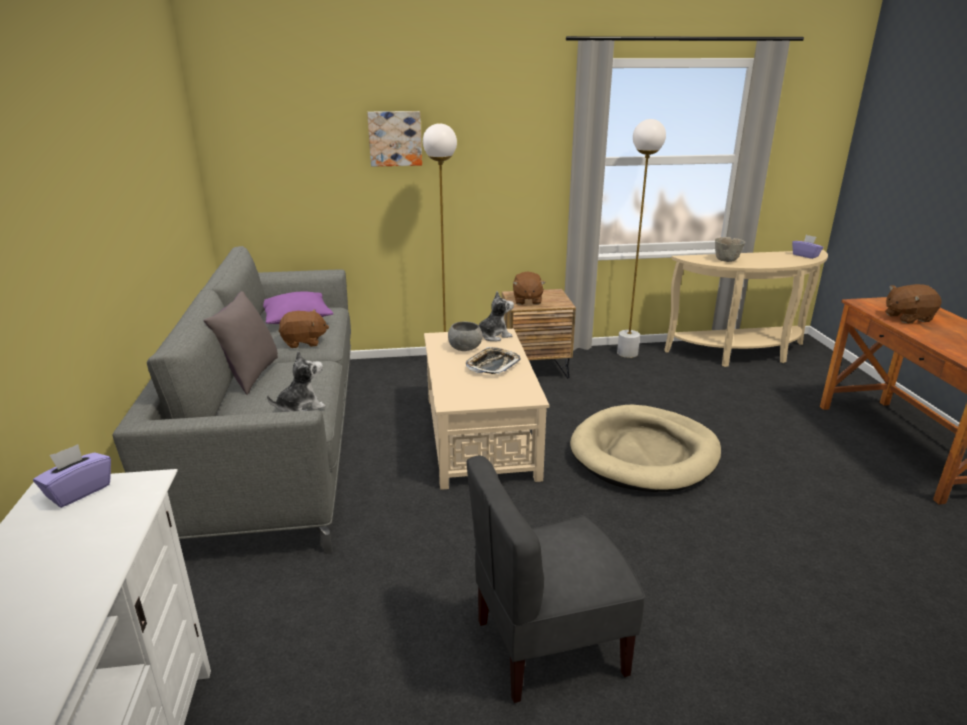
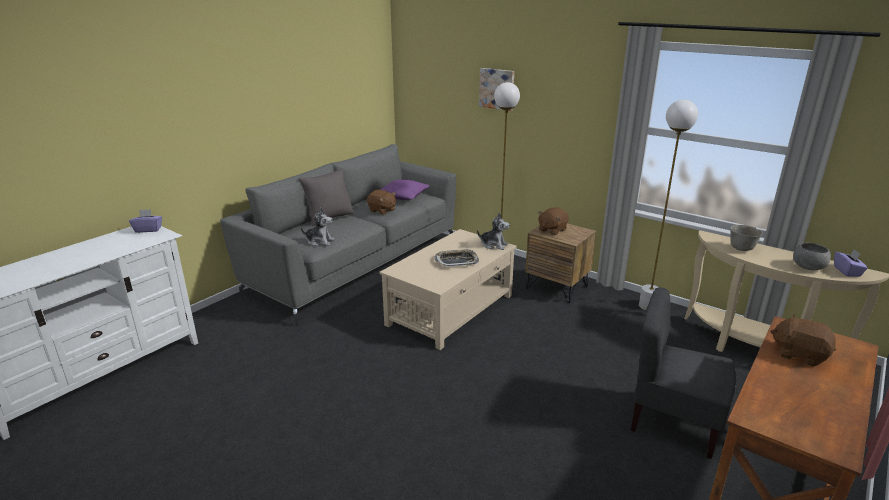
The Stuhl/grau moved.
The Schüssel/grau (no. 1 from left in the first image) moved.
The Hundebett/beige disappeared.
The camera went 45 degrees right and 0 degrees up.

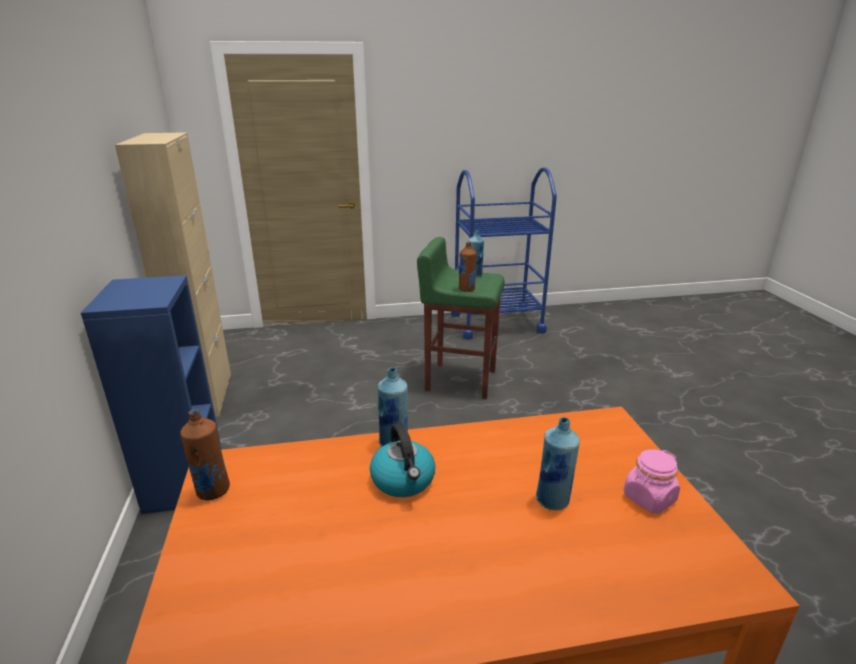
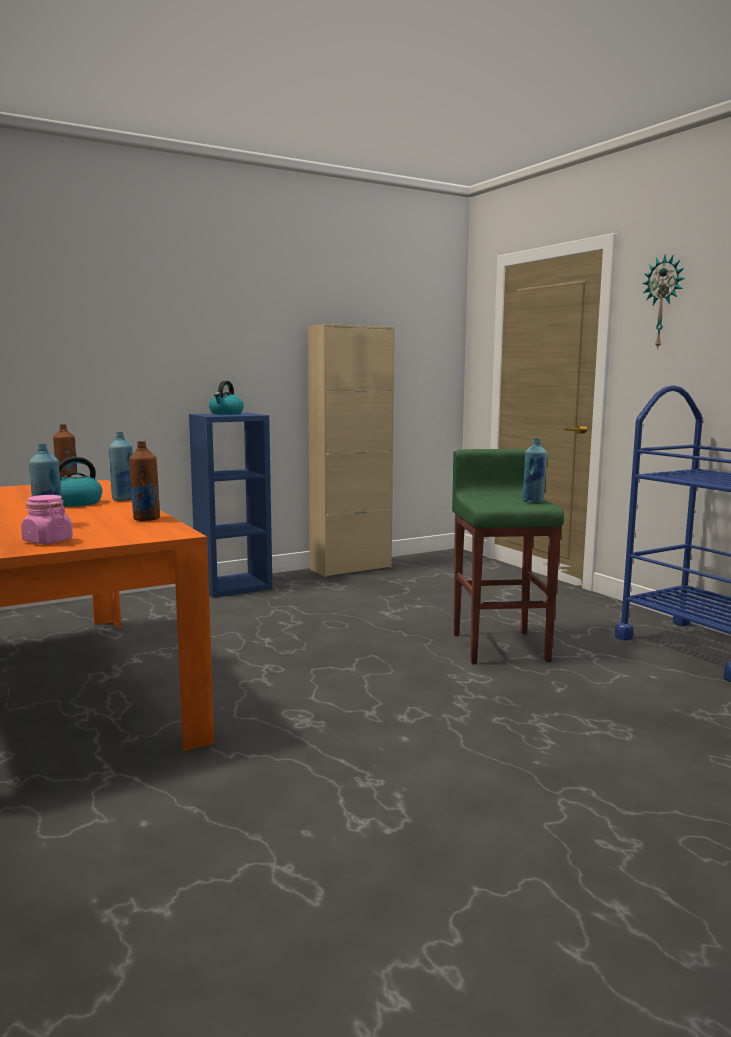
The Flasche/braun (no. 2 from left) moved.
The Wasserkessel (no. 2 from left) appeared.
The Wanduhr appeared.
The camera went 70 degrees right and 15 degrees down.

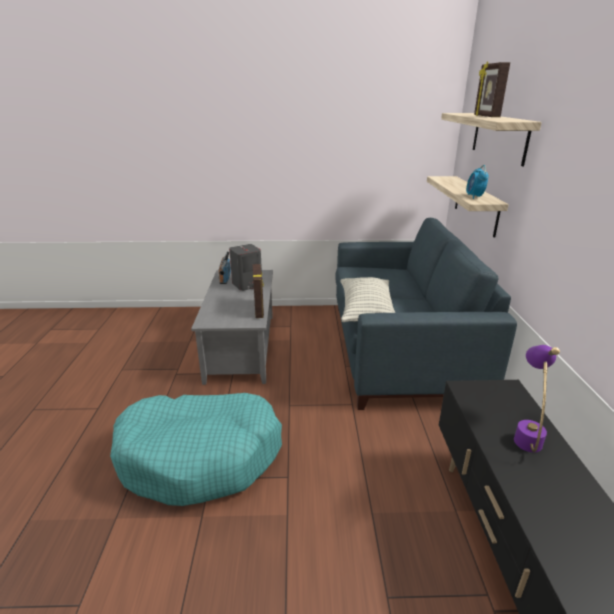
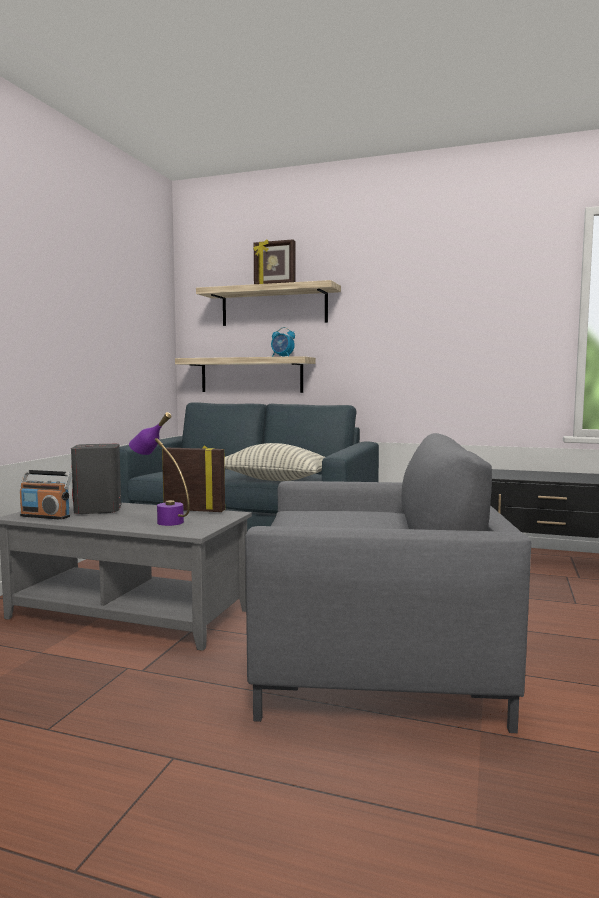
The Tischlampe/lila moved.
The Hundebett/türkis was replaced by the Sessel/grau.
The camera went 70 degrees left and 20 degrees down.

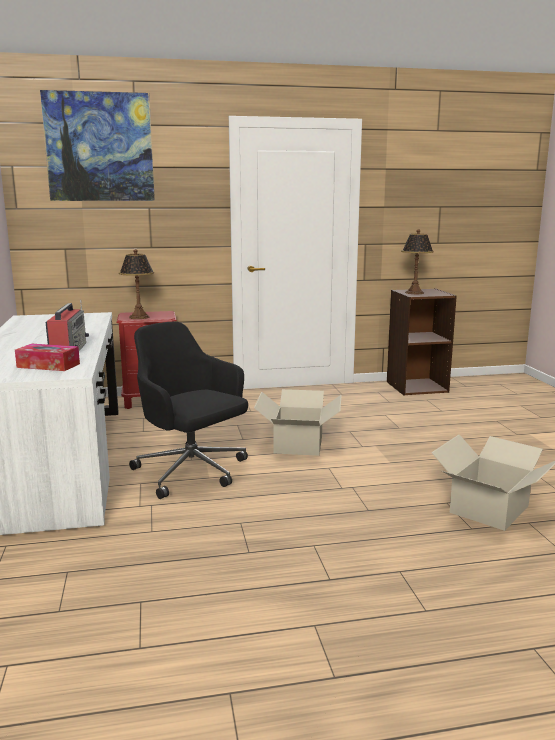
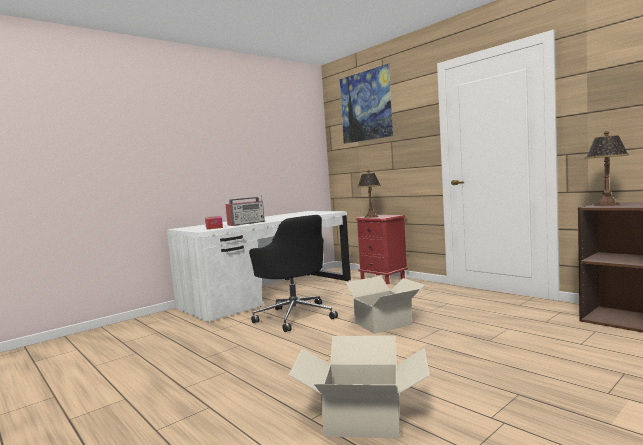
The Bürostuhl/schwarz turned 135 degrees clockwise.
The camera went 60 degrees right and 10 degrees down.

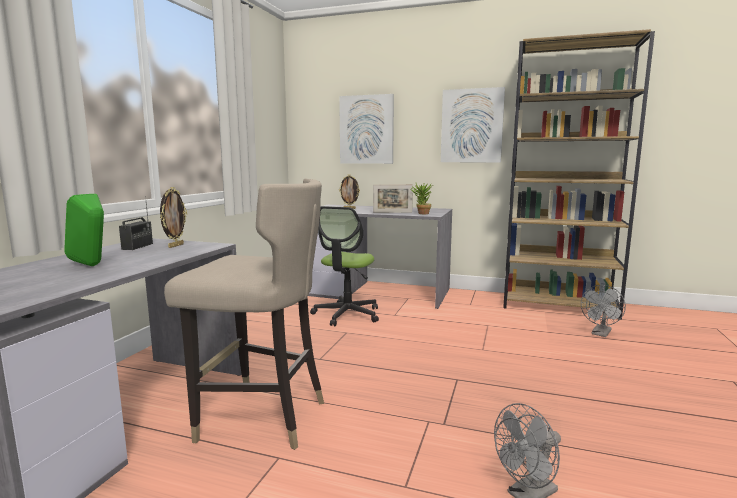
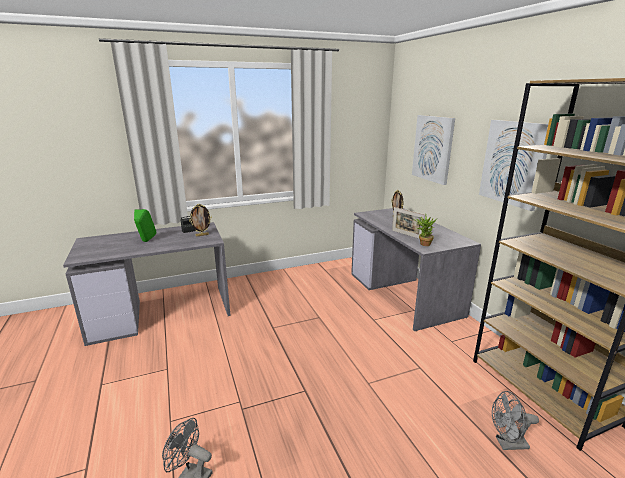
The Hocker/beige disappeared.
The Bürostuhl disappeared.
The camera went 50 degrees right and 10 degrees up.

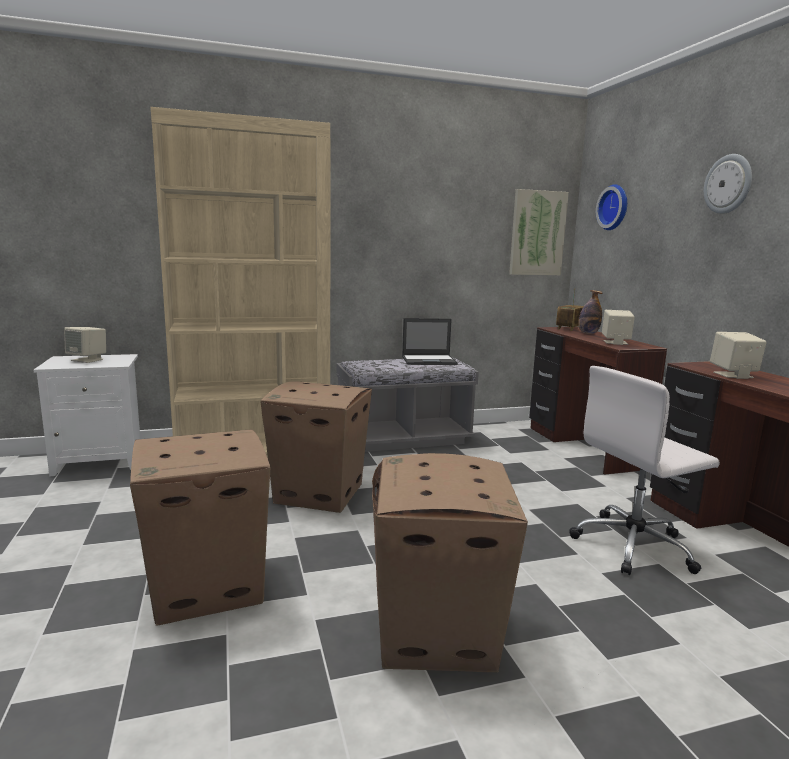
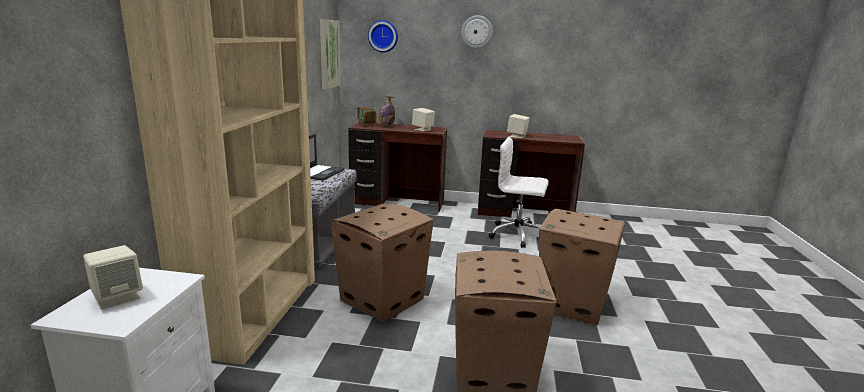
The Bürostuhl/weiß turned 105 degrees clockwise.
The camera went 65 degrees left and 5 degrees up.

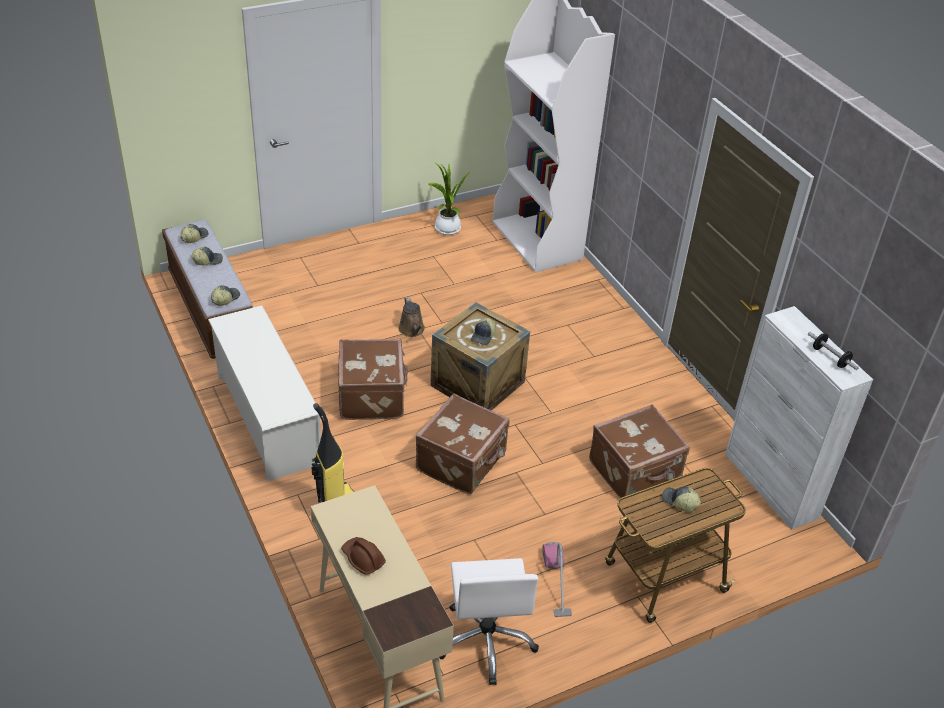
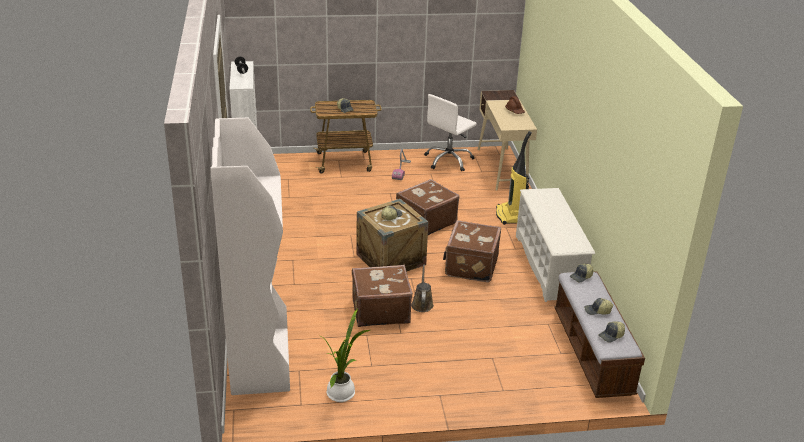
The Koffer/braun (no. 3 from left in the first image) moved.
The Bürostuhl/weiß turned 150 degrees counterclockwise.
The camera went 160 degrees left and 10 degrees down.

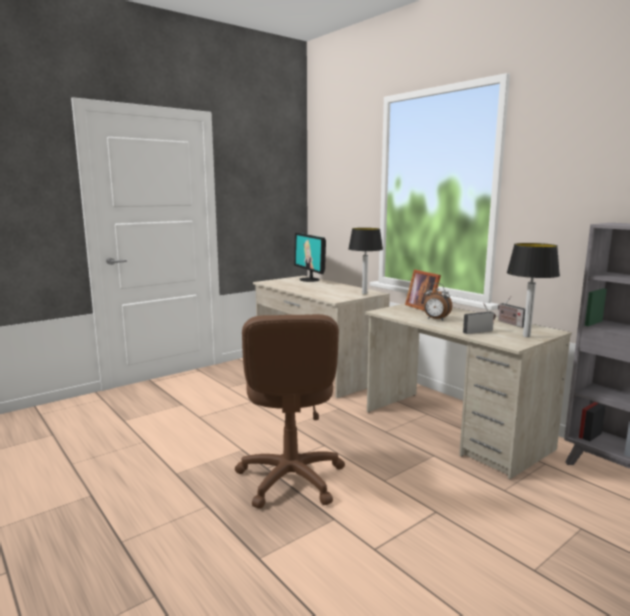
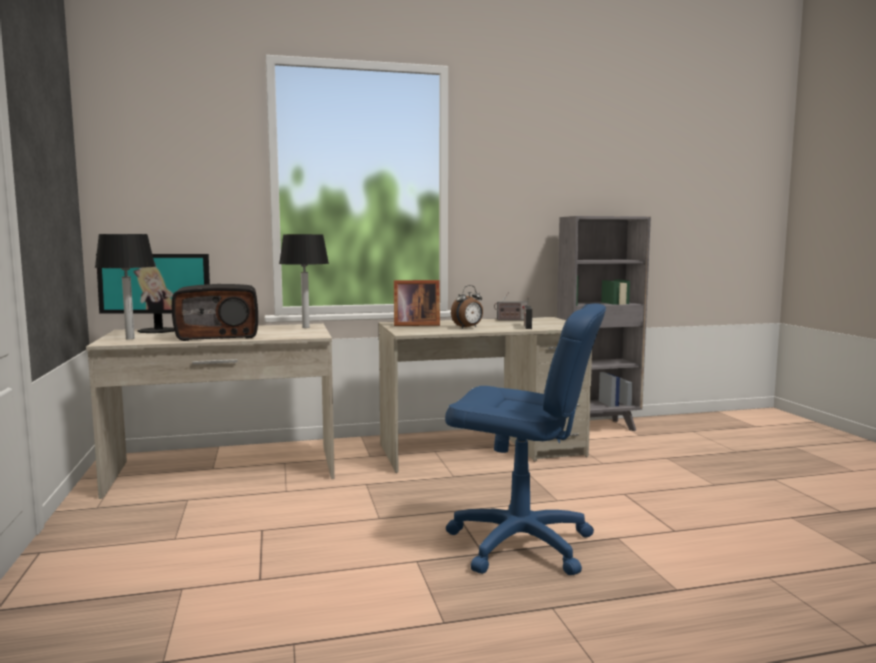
The Tischlampe (no. 2 from left in the first image) moved.
The Radio (no. 1 from left) appeared.
The Bürostuhl/braun became the Bürostuhl/blau.
The camera went 65 degrees left and 5 degrees down.

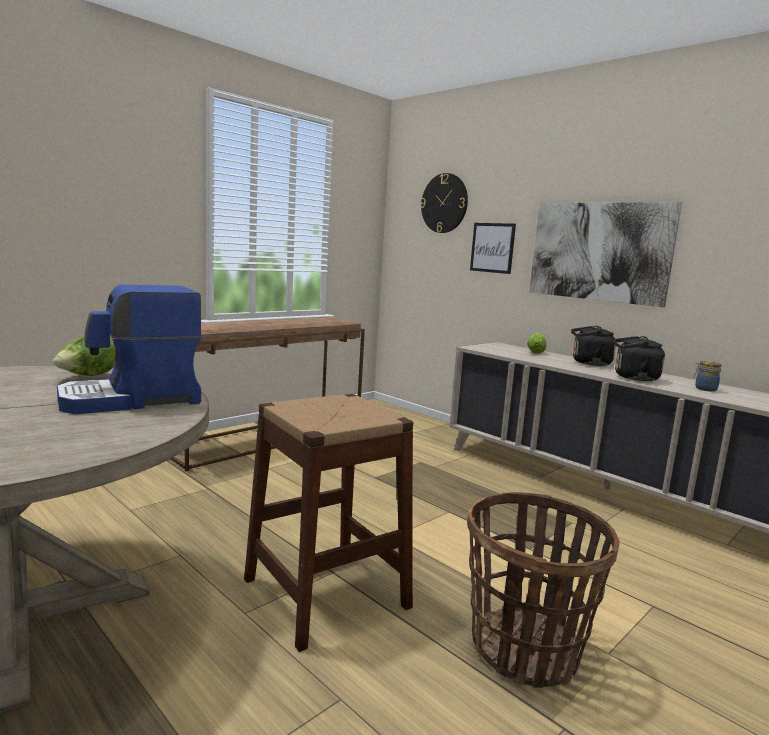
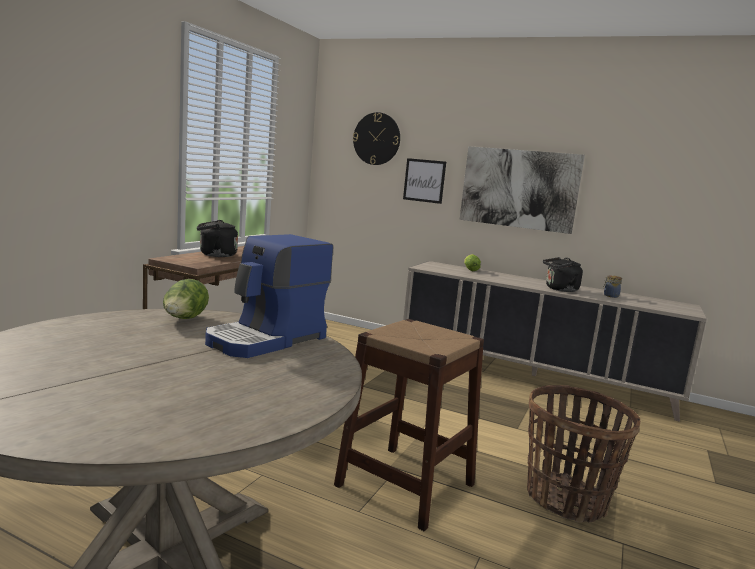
The Wasserkessel/schwarz (no. 1 from left) moved.
The camera went 20 degrees left and 0 degrees up.

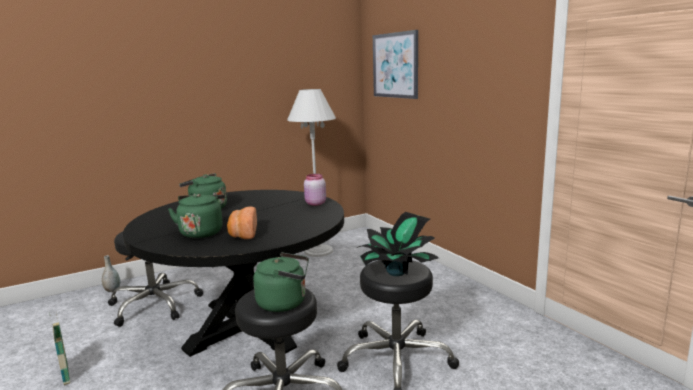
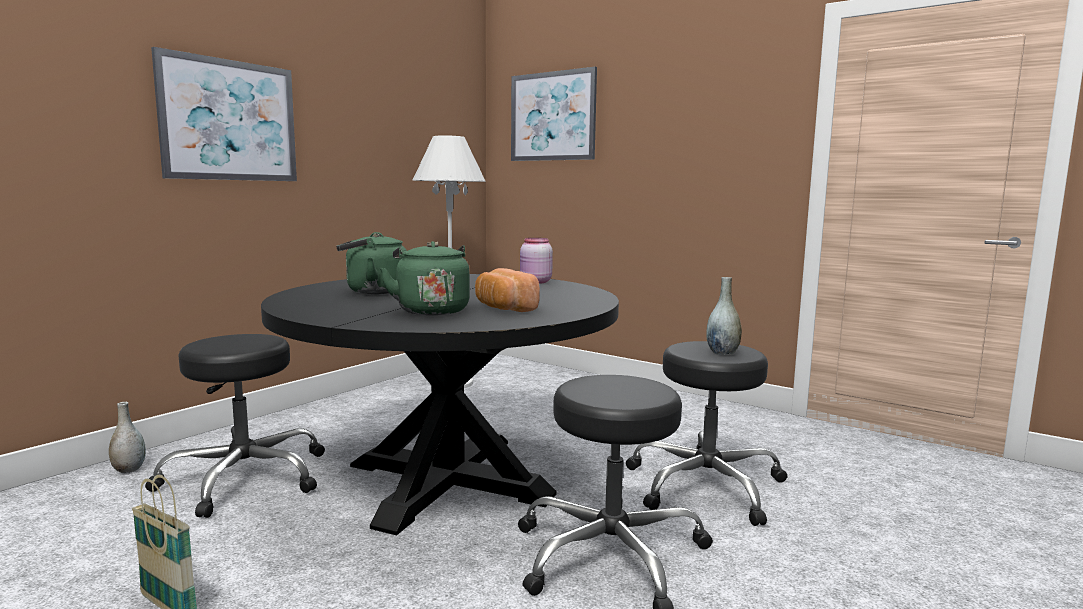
The Bild (no. 1 from left) appeared.
The Topfpflanze was replaced by the Vase/grau (no. 2 from left).
The Wasserkessel/grün (no. 3 from left) disappeared.
The camera went 25 degrees left and 5 degrees down.

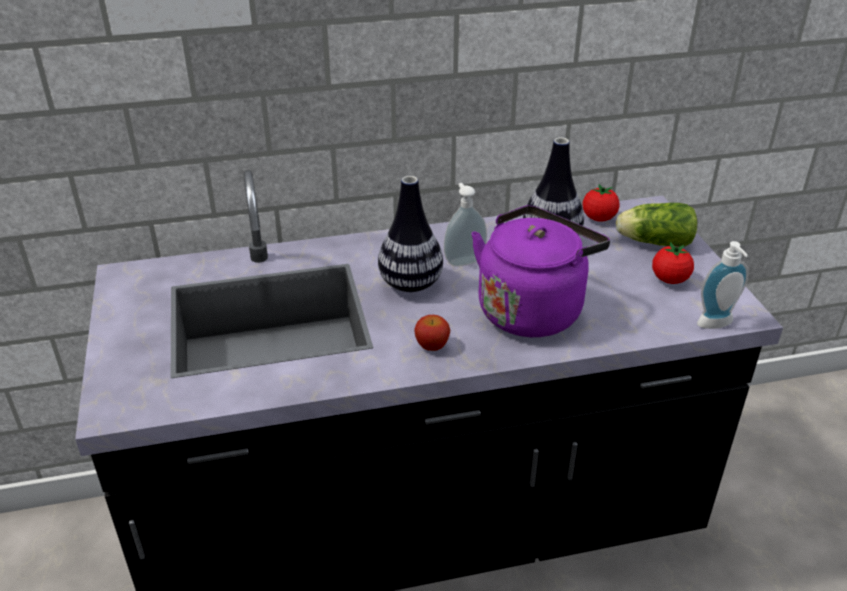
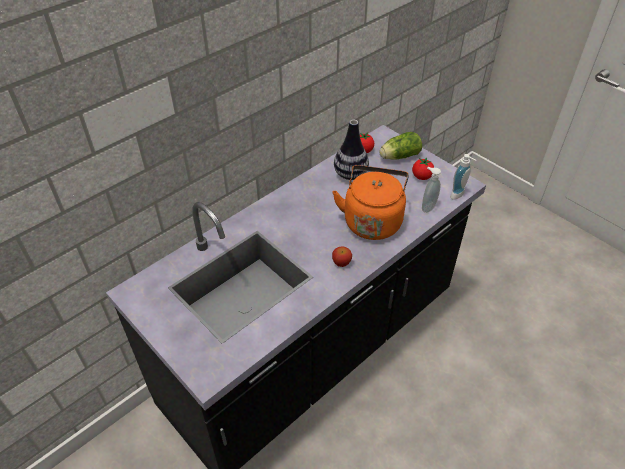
The Wasserkessel/lila became the Wasserkessel/orange.
The Seifenspender (no. 1 from left) moved.
The Vase (no. 1 from left) disappeared.
The camera went 30 degrees left and 10 degrees up.

